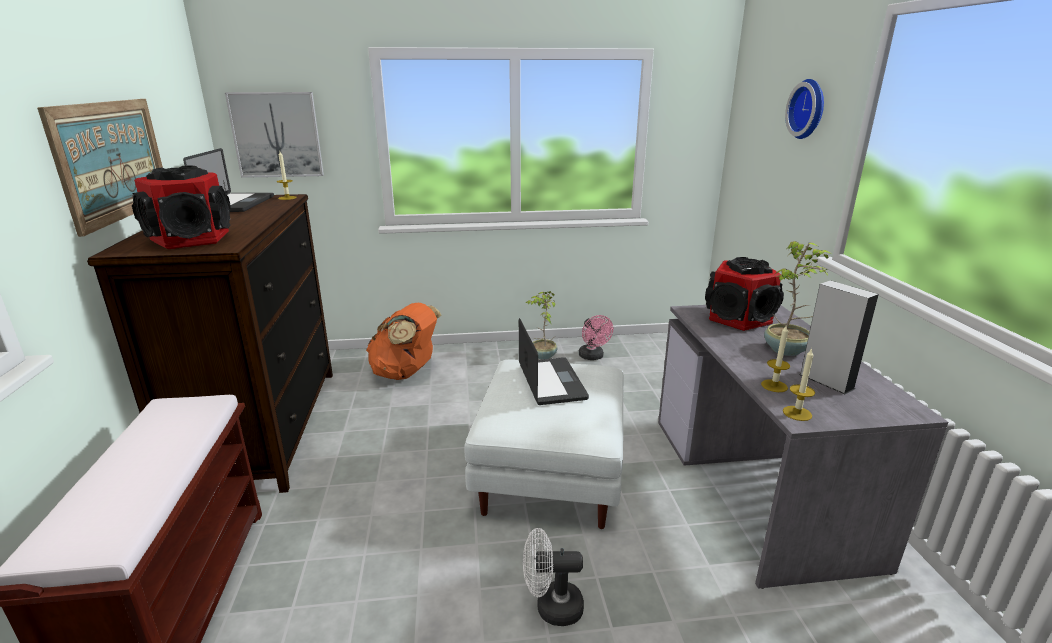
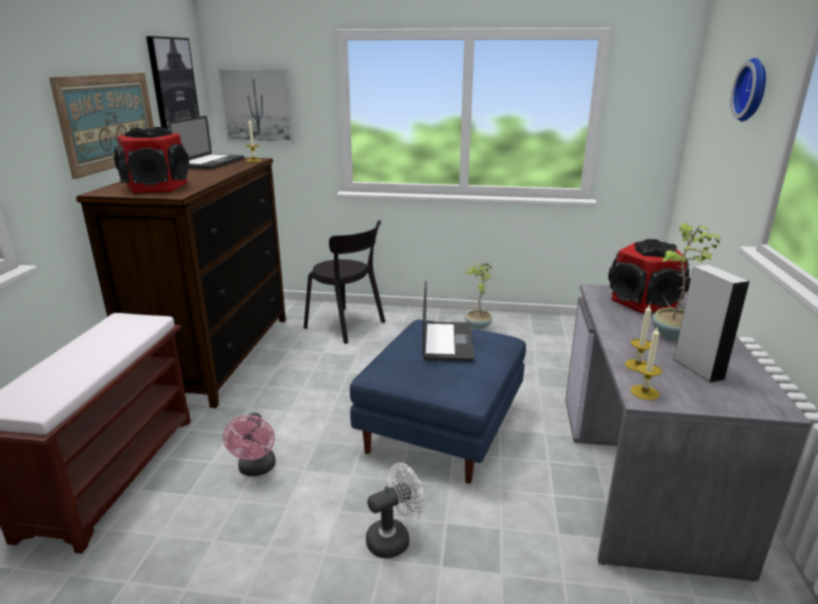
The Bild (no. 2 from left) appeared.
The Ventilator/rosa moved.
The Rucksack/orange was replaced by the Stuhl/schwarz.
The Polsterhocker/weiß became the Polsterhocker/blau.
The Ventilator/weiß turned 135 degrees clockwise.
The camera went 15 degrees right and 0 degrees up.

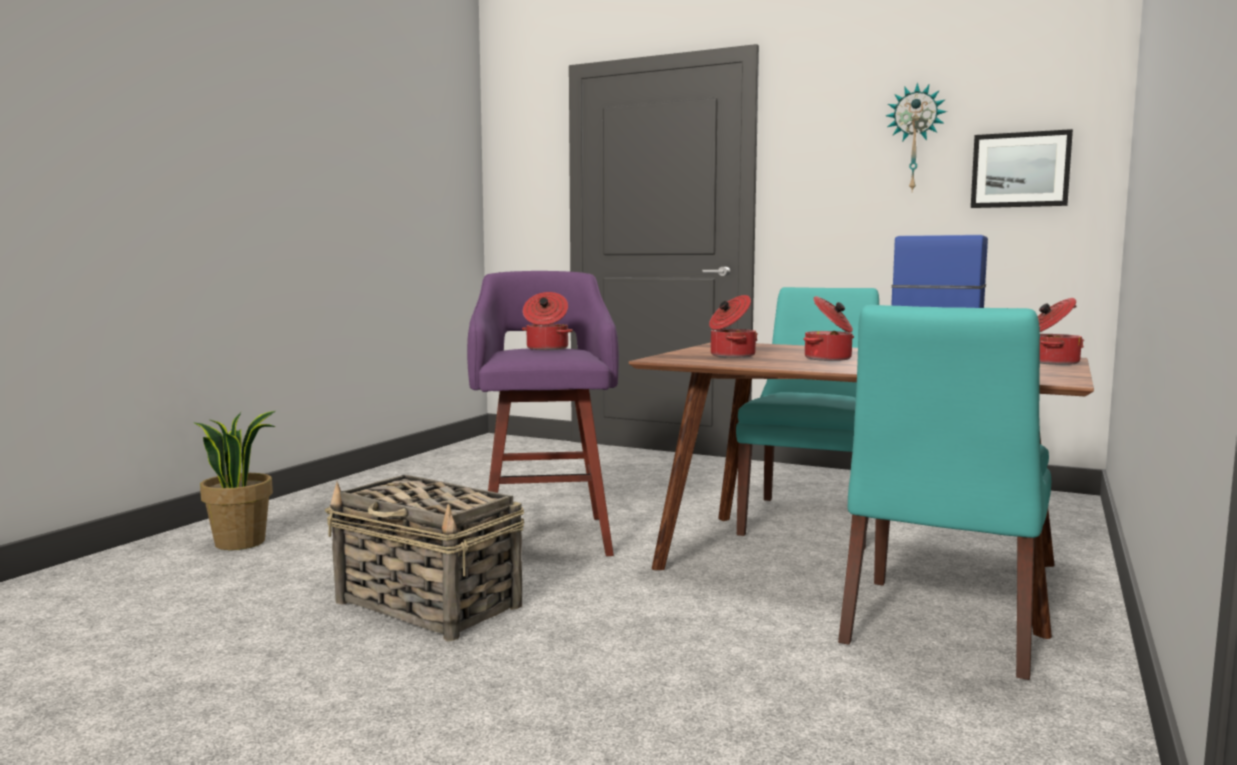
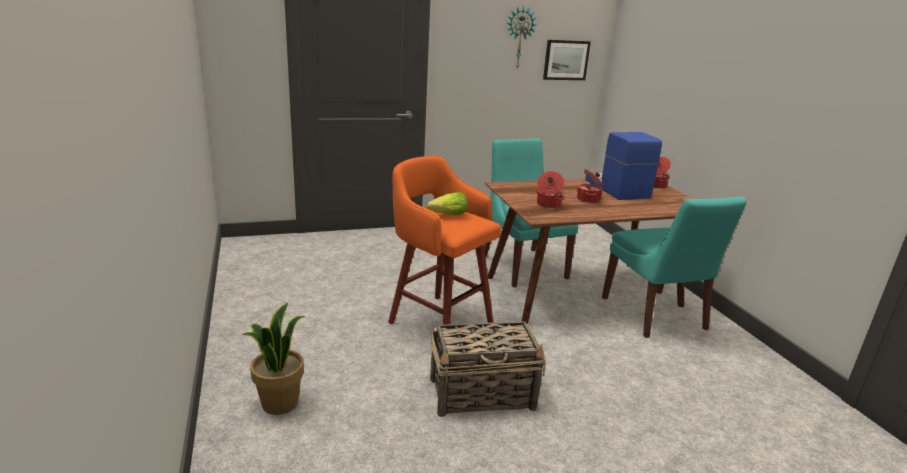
The Hocker/lila became the Hocker/orange.
The Kochtopf (no. 1 from left) was replaced by the Salatkopf.
The camera went 45 degrees left and 15 degrees up.

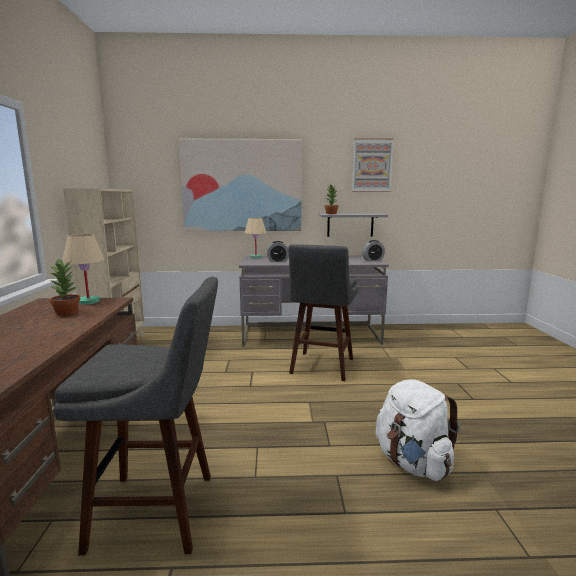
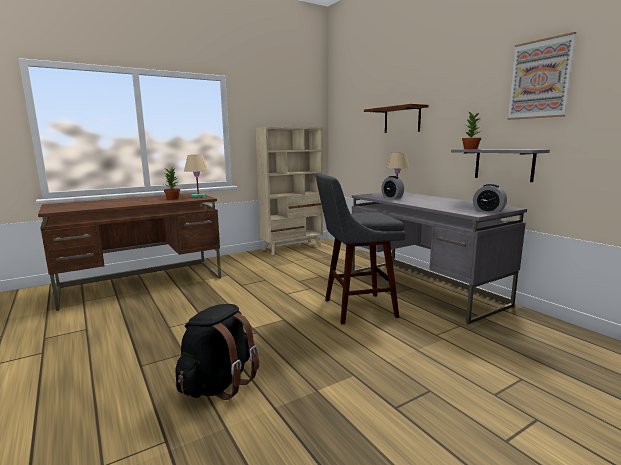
The Rucksack/weiß became the Rucksack/schwarz.
The Bild (no. 1 from left) was replaced by the Wandregal/braun.
The Hocker/grau (no. 1 from left) disappeared.
The camera went 60 degrees right and 0 degrees up.

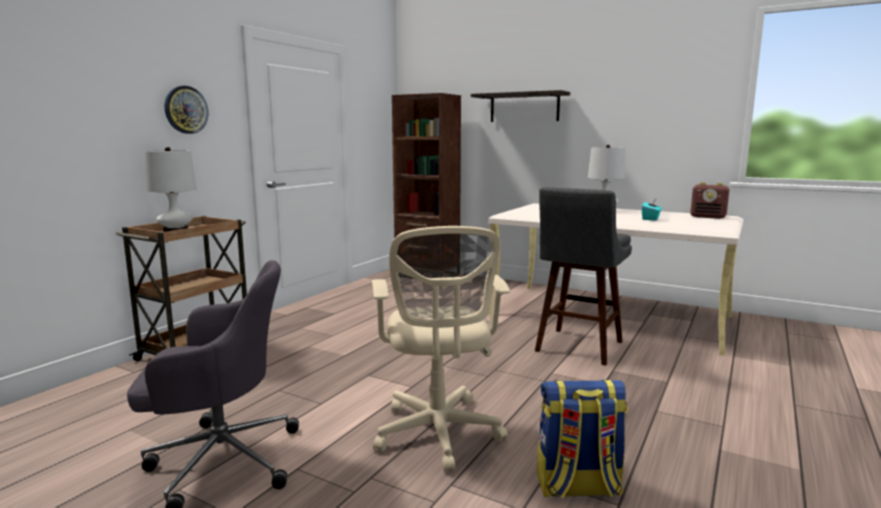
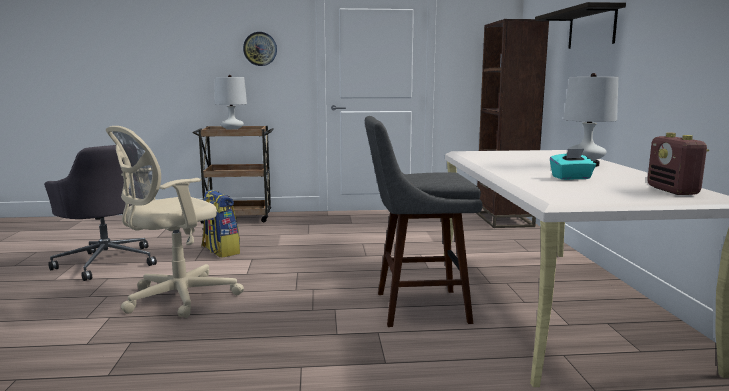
The Rucksack moved.
The camera went 55 degrees right and 0 degrees up.

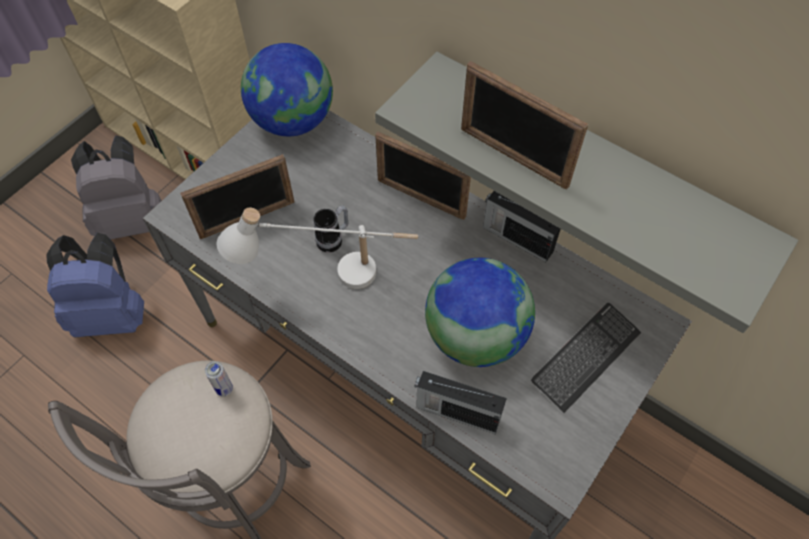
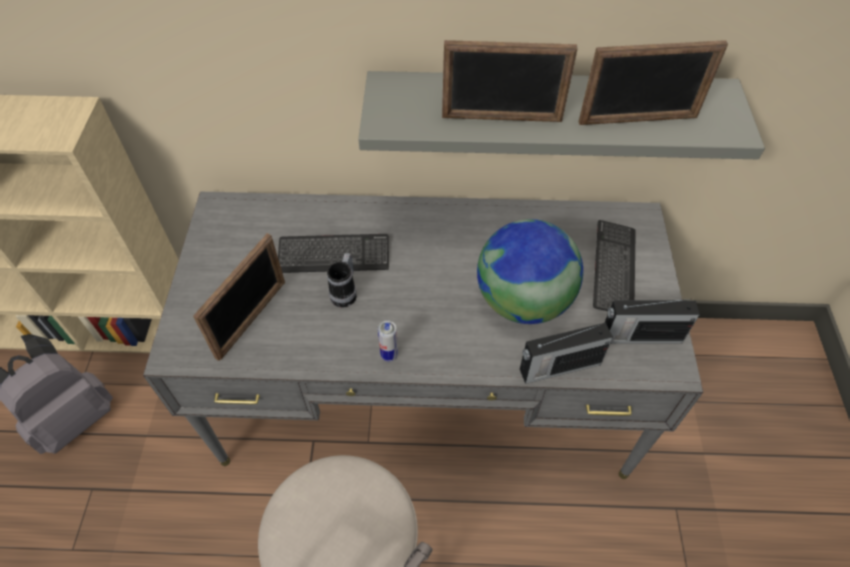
The Tastatur (no. 1 from left) appeared.
The Dose moved.
The Bilderrahmen (no. 2 from left in the first image) moved.
The Radio (no. 2 from left) moved.
The Rucksack/blau disappeared.
The Tischlampe/weiß disappeared.
The Globus (no. 1 from left) disappeared.
The camera went 35 degrees left and 5 degrees down.

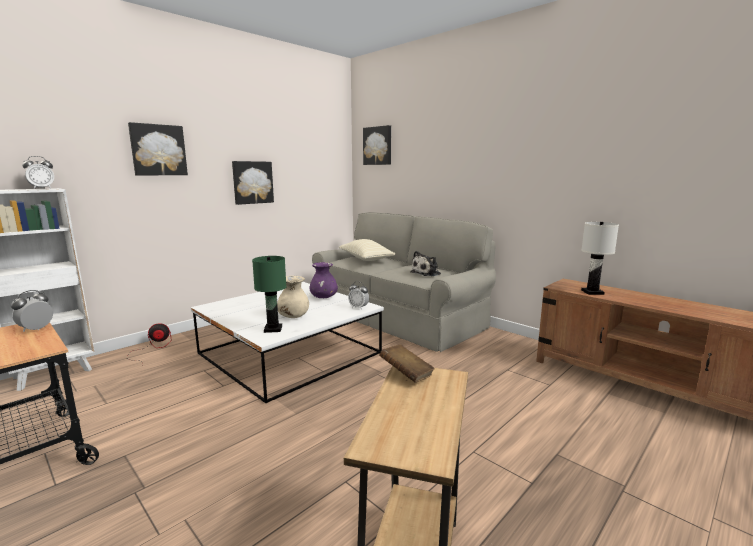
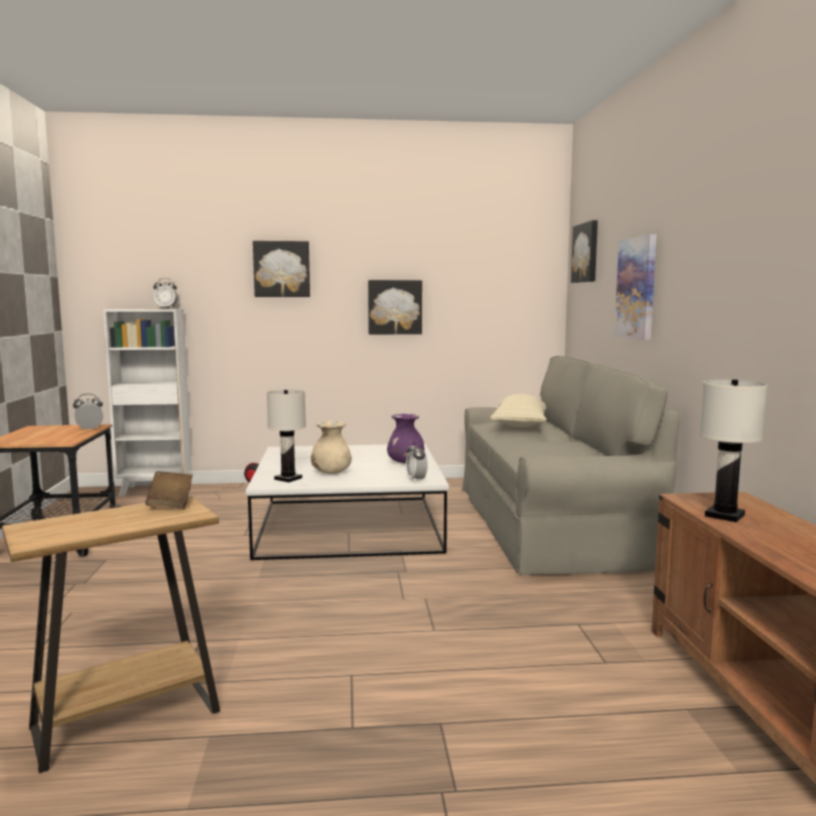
The Tischlampe/grün became the Tischlampe/weiß (no. 1 from left).
The Bild (no. 4 from left) appeared.
The Plüschtier disappeared.
The camera went 40 degrees right and 5 degrees down.

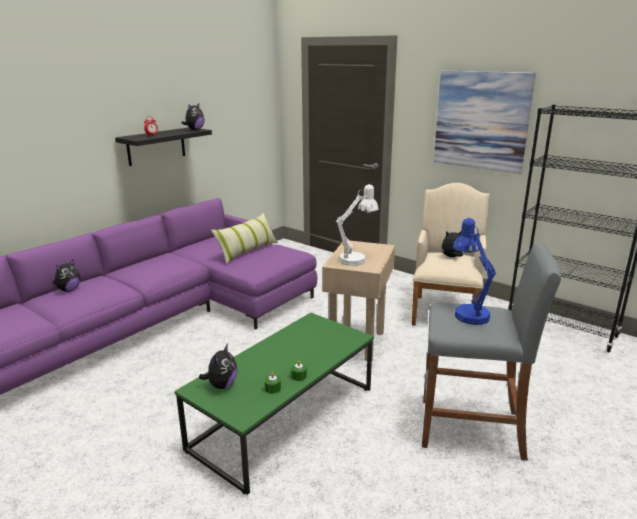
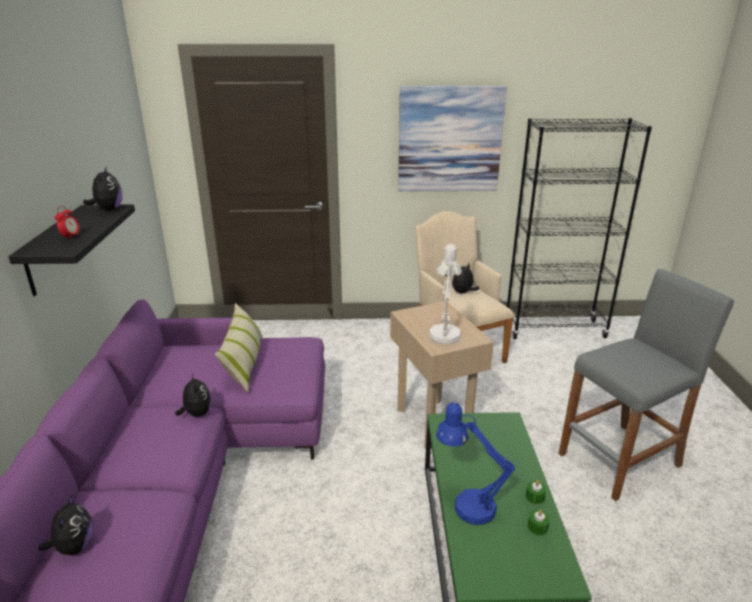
The Plüschtier (no. 3 from left) moved.
The Tischlampe/blau moved.
The camera went 40 degrees left and 5 degrees up.

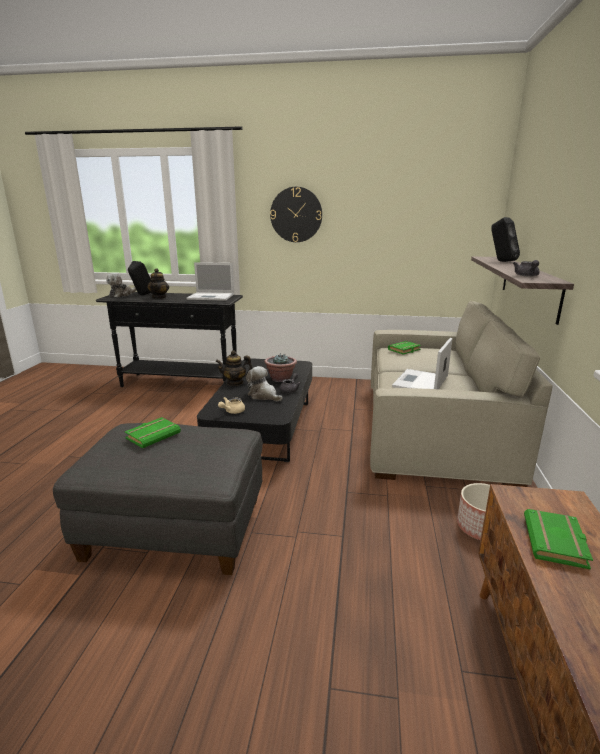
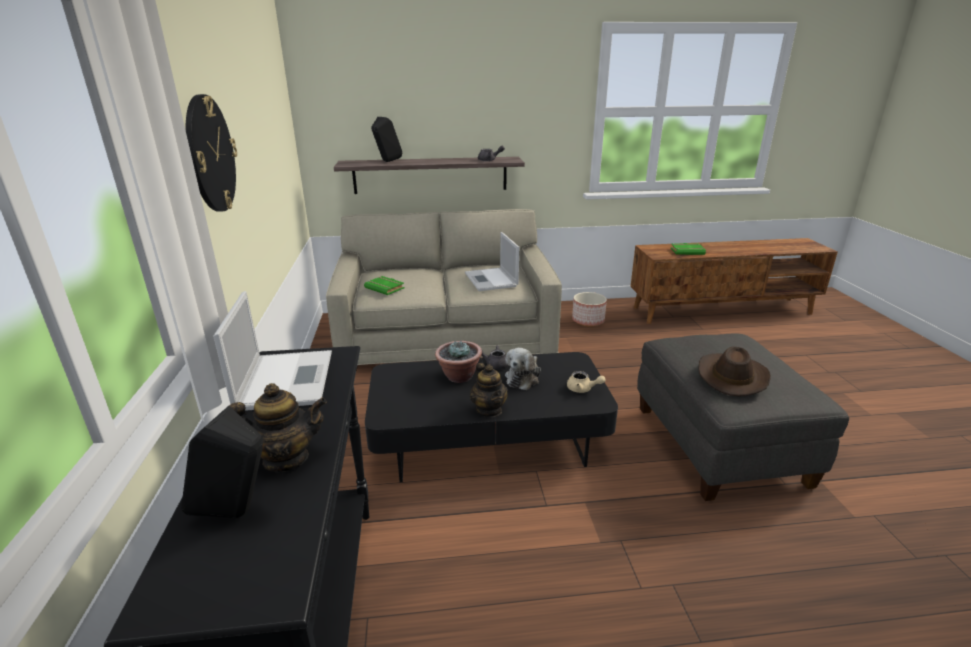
The Laptop (no. 2 from left) turned 60 degrees clockwise.
The Buch/grün (no. 1 from left) was replaced by the Hut/braun.
The Plüschtier (no. 1 from left) disappeared.
The camera went 105 degrees left and 5 degrees up.

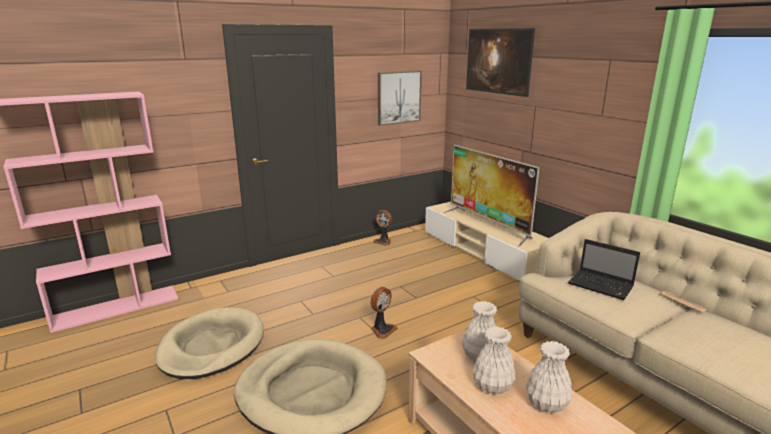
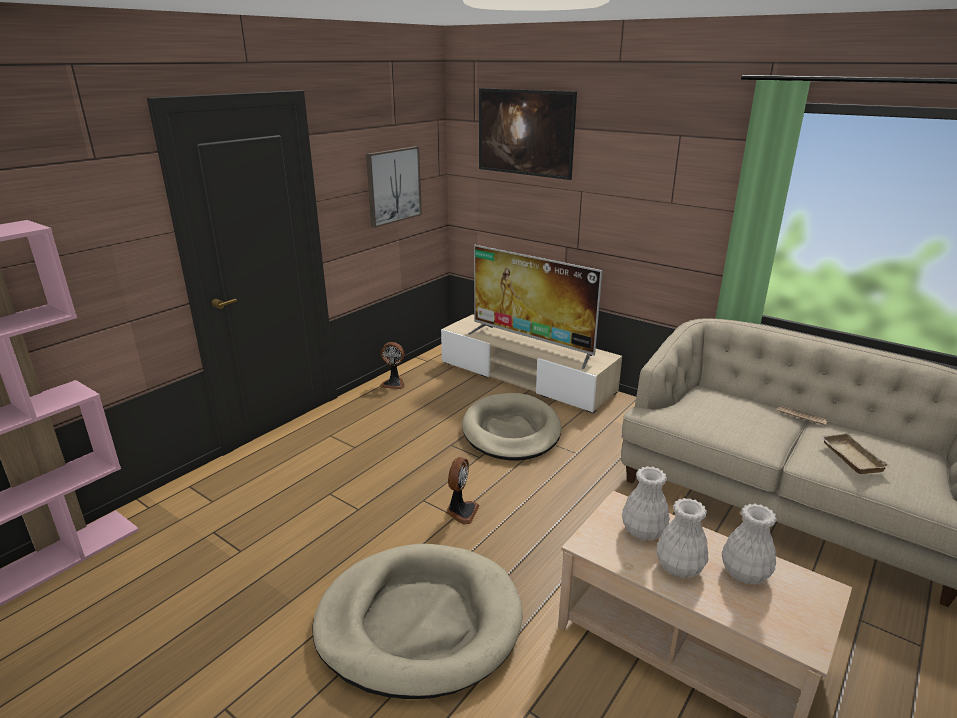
The Hundebett/beige (no. 1 from left in the first image) moved.
The Tablett/beige appeared.
The Laptop disappeared.
The camera went 20 degrees left and 5 degrees up.

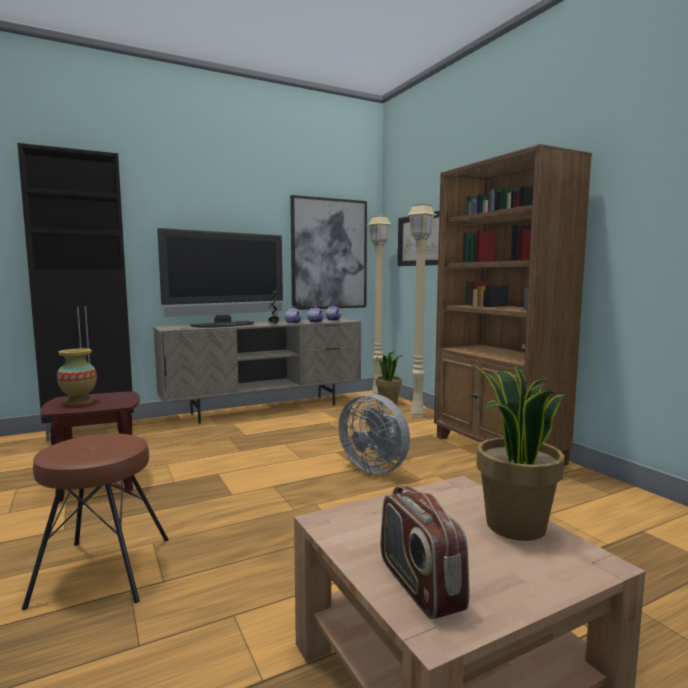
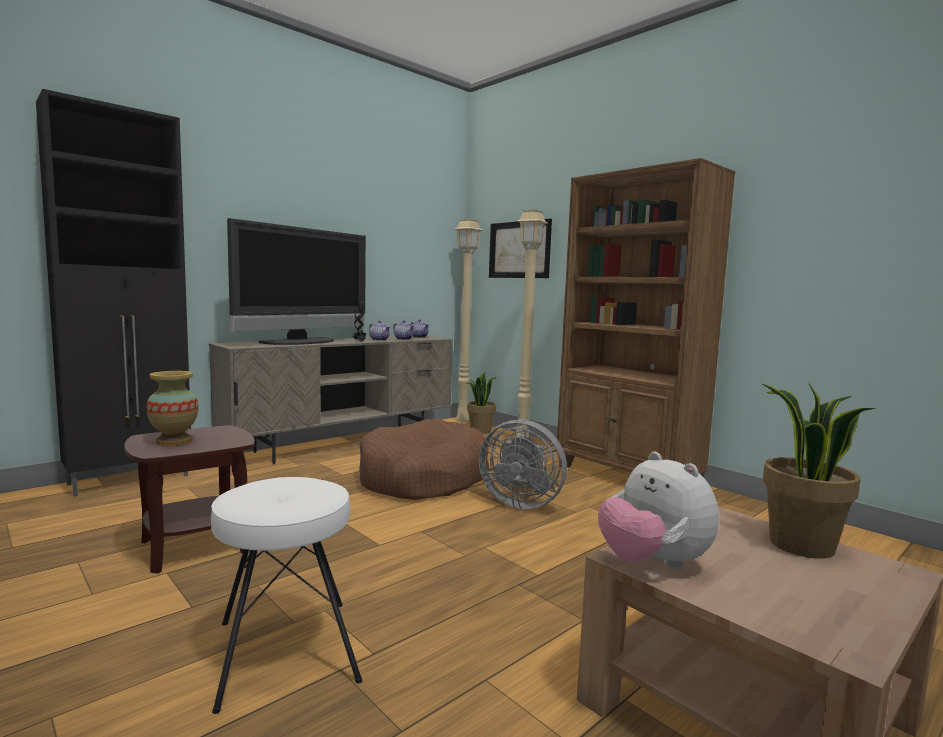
The Hocker/braun became the Hocker/weiß.
The Hundebett/braun appeared.
The Plüschtier appeared.
The Bild (no. 1 from left) disappeared.
The Radio disappeared.
The camera went 15 degrees left and 0 degrees up.

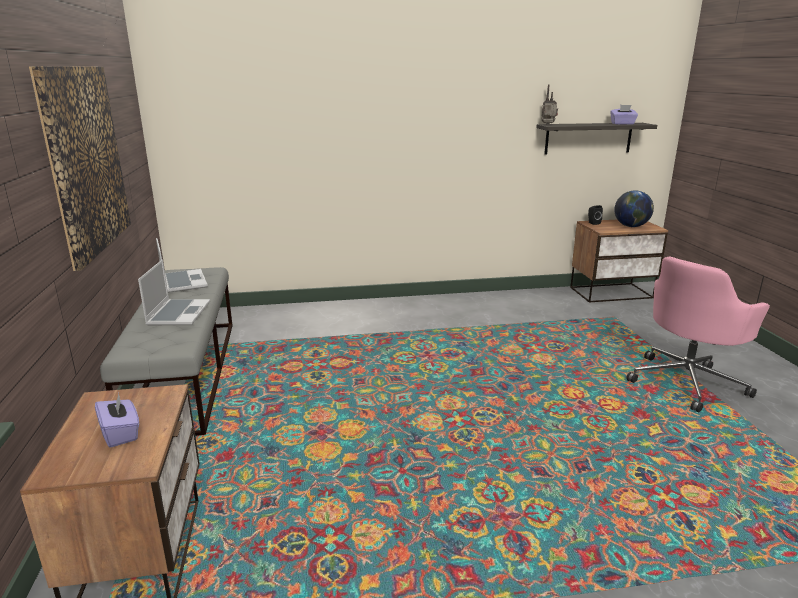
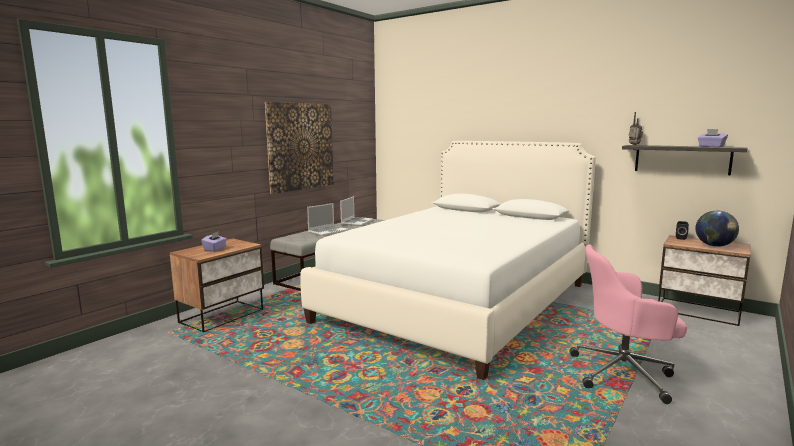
The Bett/weiß appeared.
The camera went 45 degrees right and 10 degrees down.

